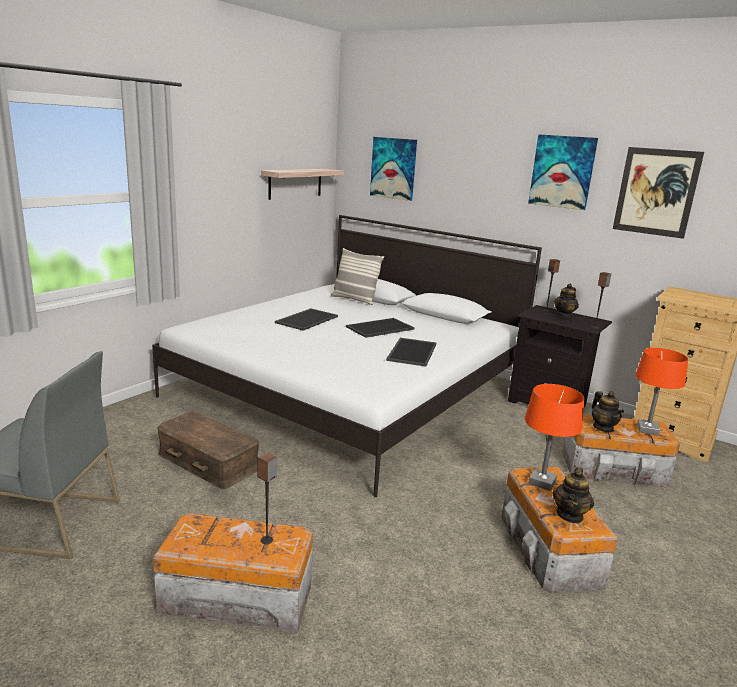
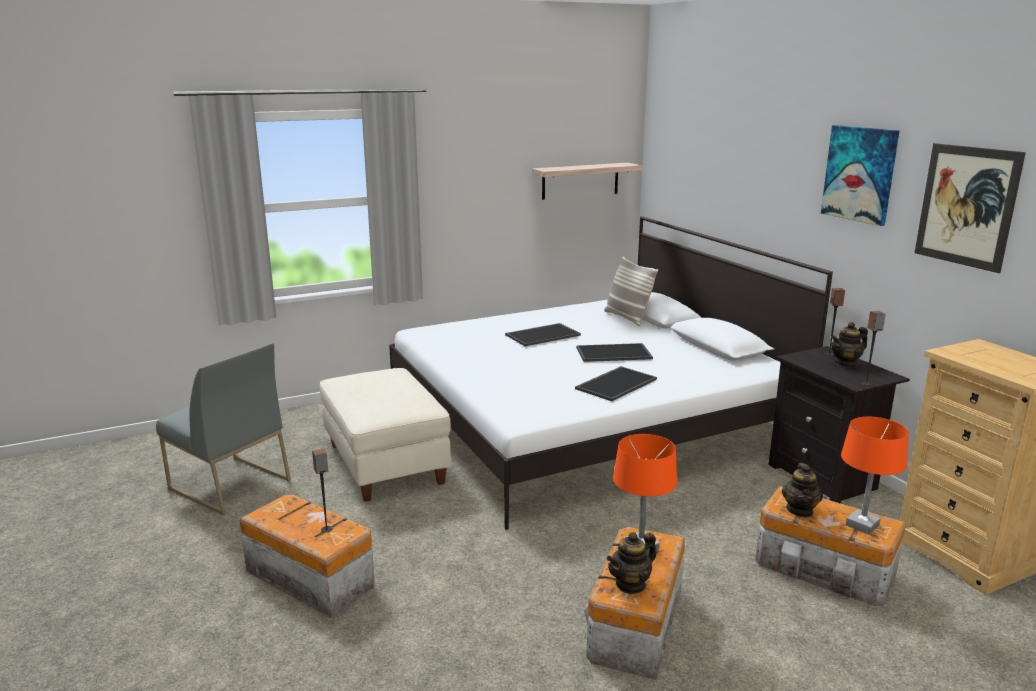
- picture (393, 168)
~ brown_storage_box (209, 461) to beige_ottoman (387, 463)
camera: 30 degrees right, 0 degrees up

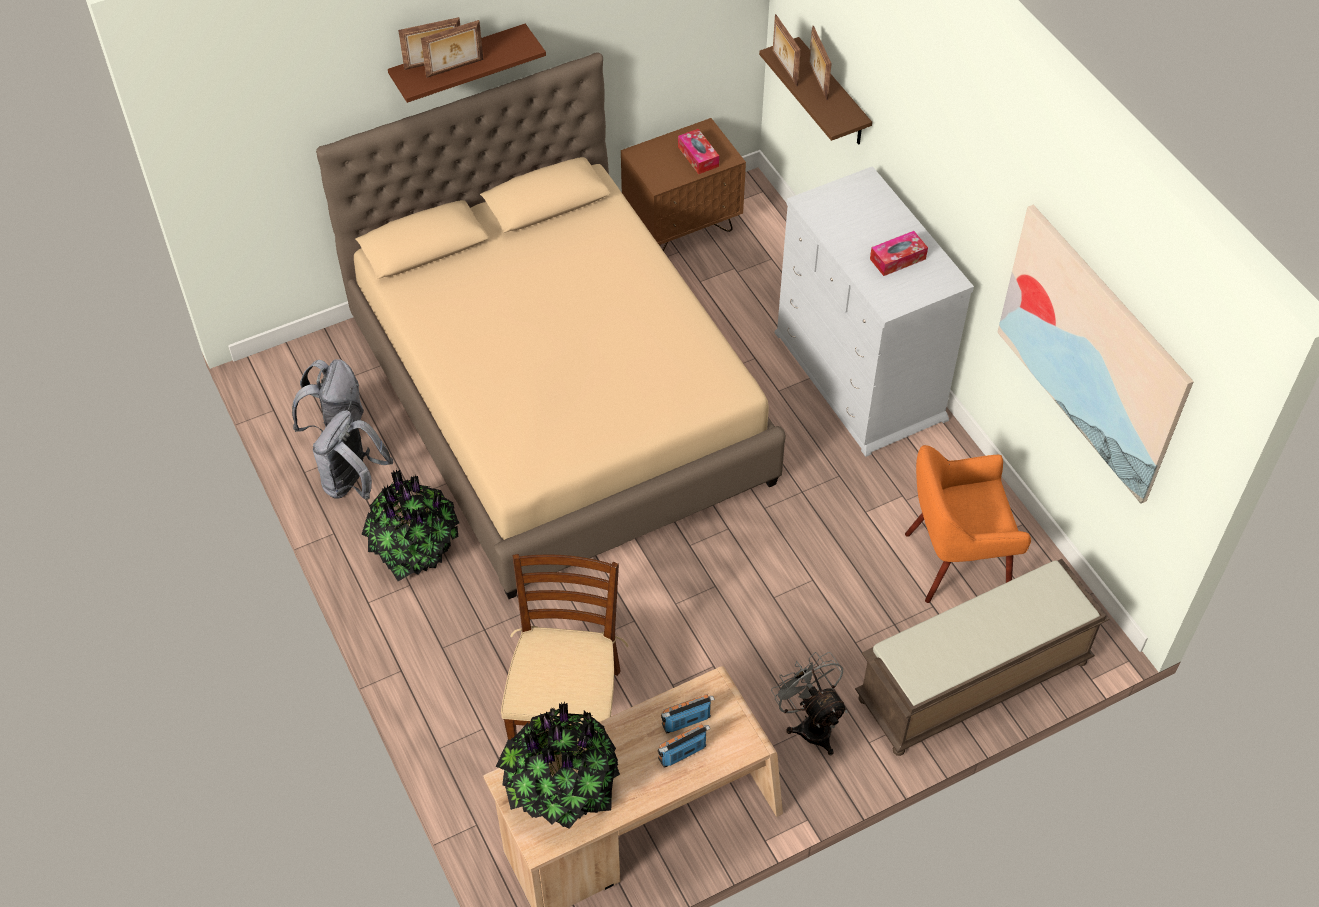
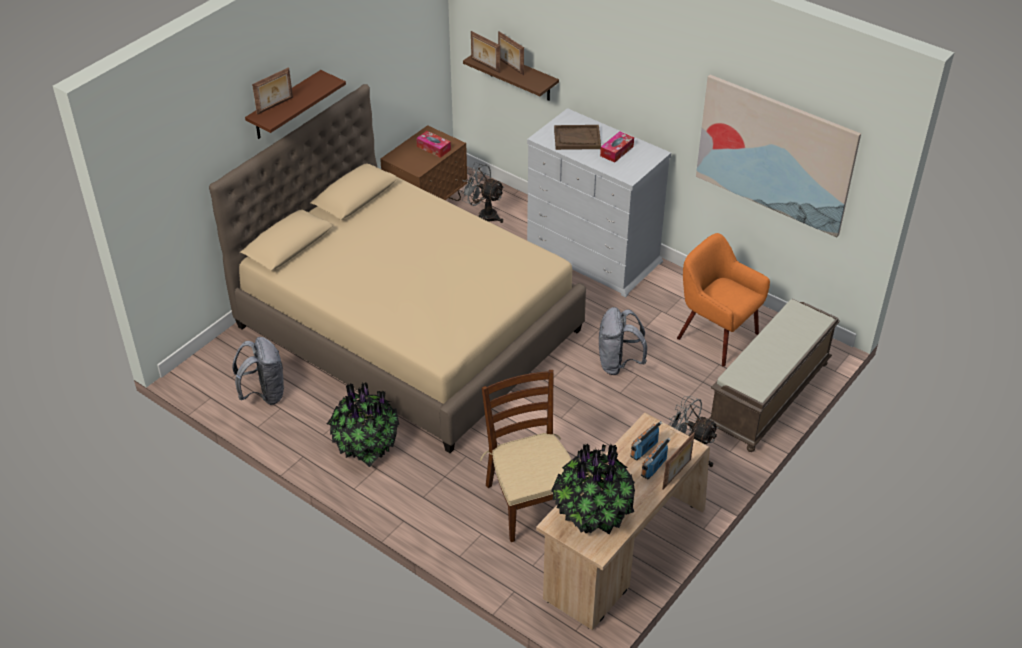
~ picture_frame (455, 69) to (677, 474)
~ grey_backpack (354, 484) to (618, 364)
~ orange_armchair (955, 561) = (716, 335) 75 degrees clockwise
+ brown_tray (577, 139)
+ grey_fan (483, 215)
camera: 25 degrees left, 10 degrees down

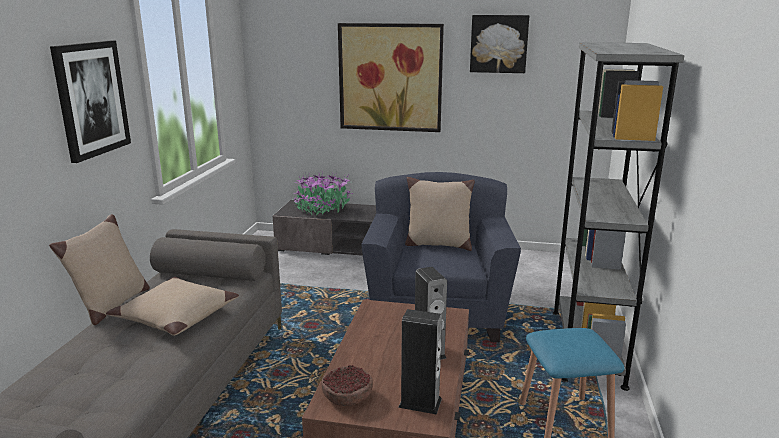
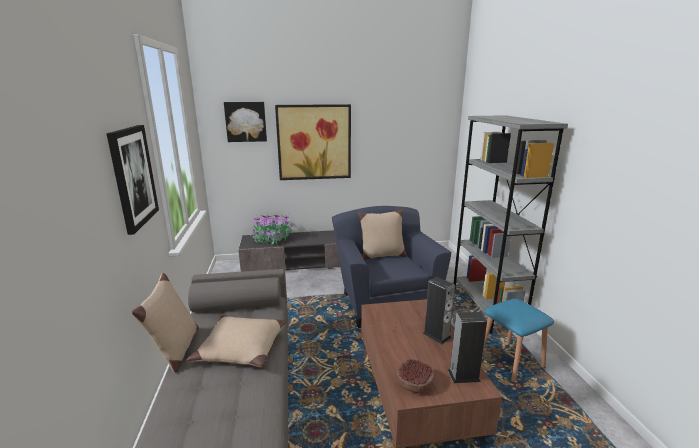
~ picture (499, 44) to (246, 121)
camera: 20 degrees left, 0 degrees up

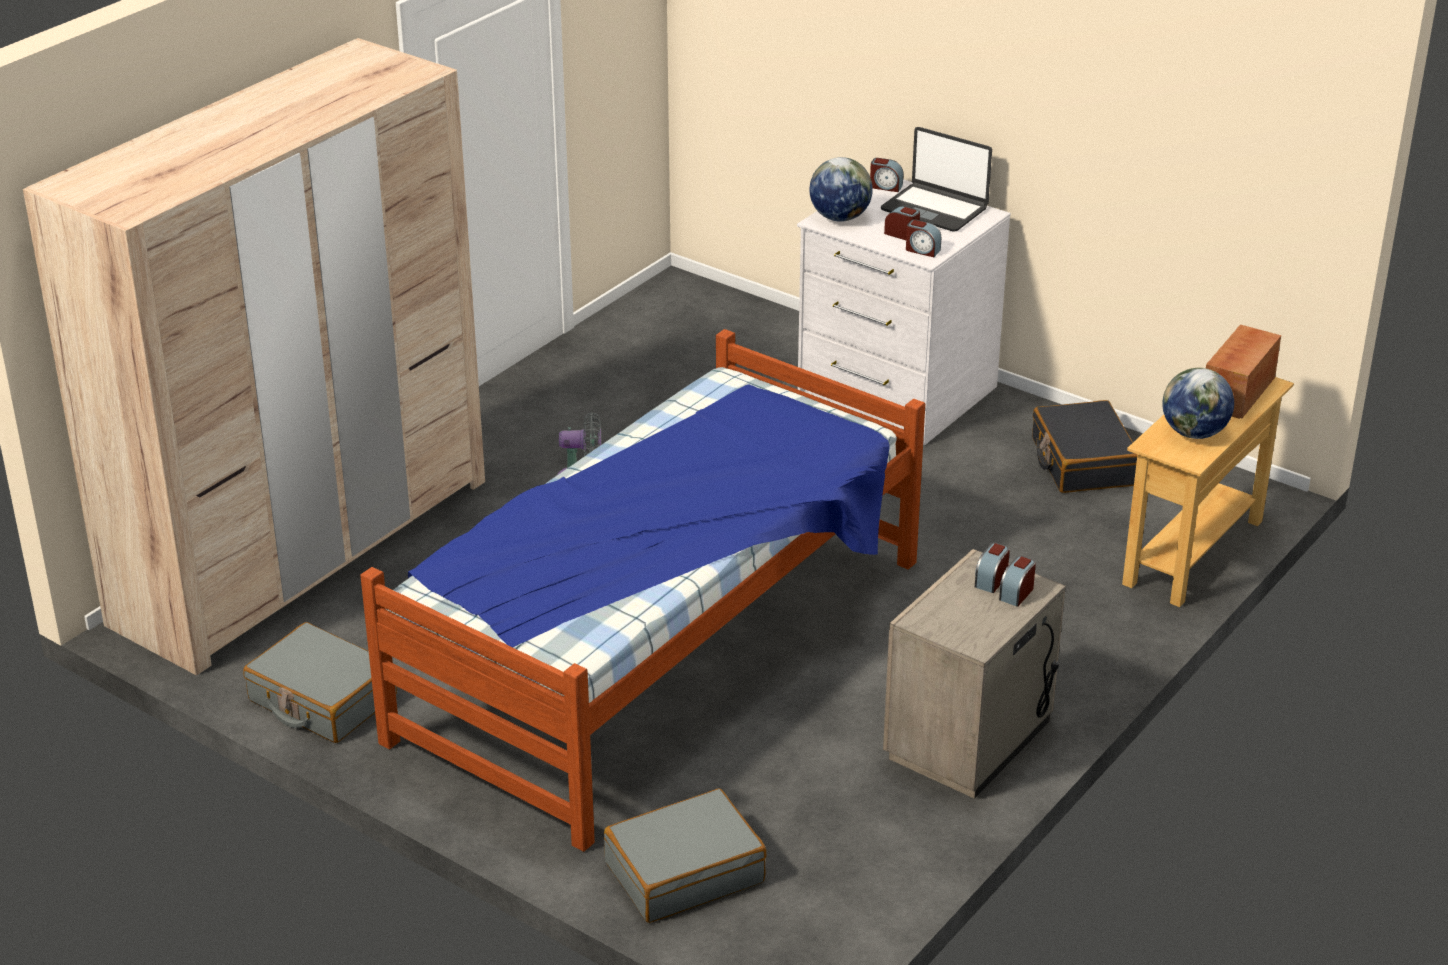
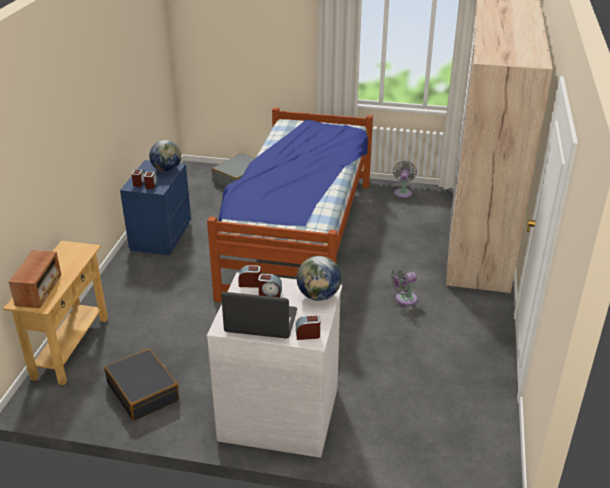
~ globe (1193, 433) to (167, 170)
~ beige_nightstand (970, 740) to blue_nightstand (160, 236)
~ grey_suitcase (322, 699) to grey_fan (403, 192)
camera: 155 degrees right, 0 degrees up

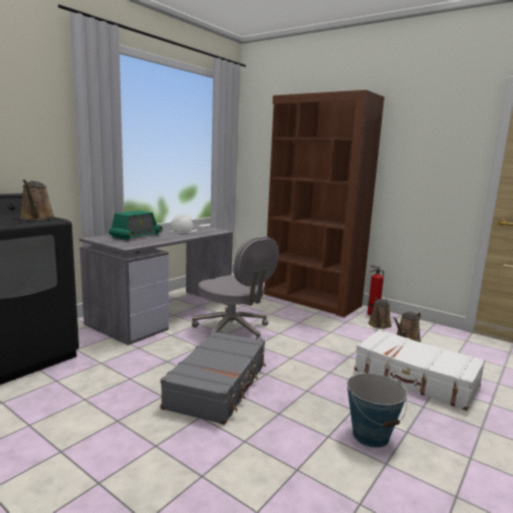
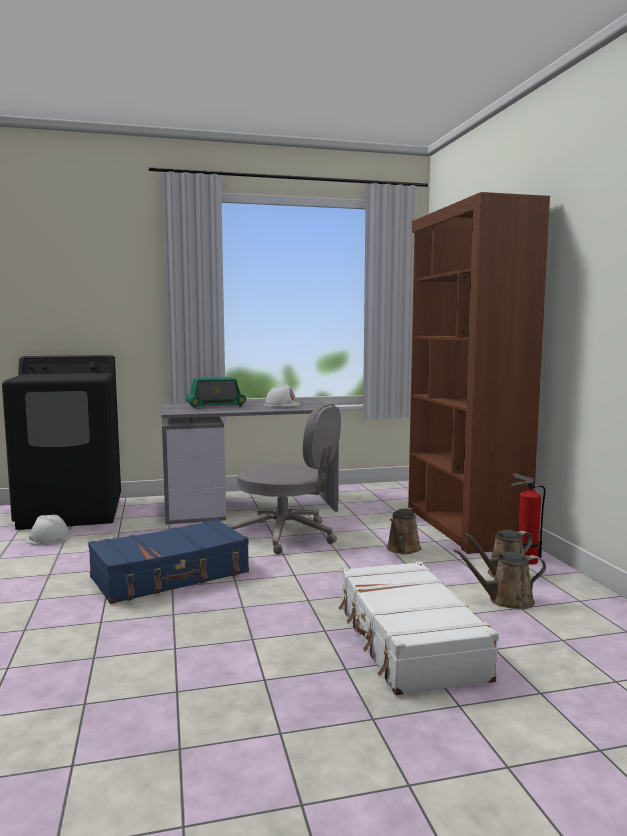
~ brown_watering_can (37, 218) to (402, 549)
~ grey_office_chair (233, 331) = (287, 536) 60 degrees counterclockwise
~ grey_suitcase (218, 385) to blue_suitcase (171, 575)
- bucket (371, 435)
+ white_hard_hat (48, 538)
camera: 40 degrees right, 5 degrees down

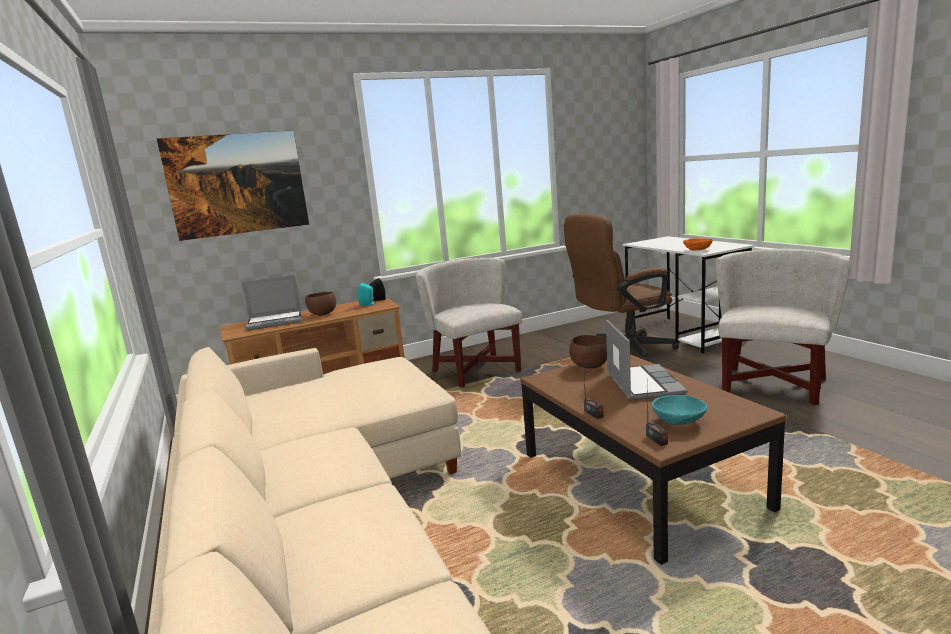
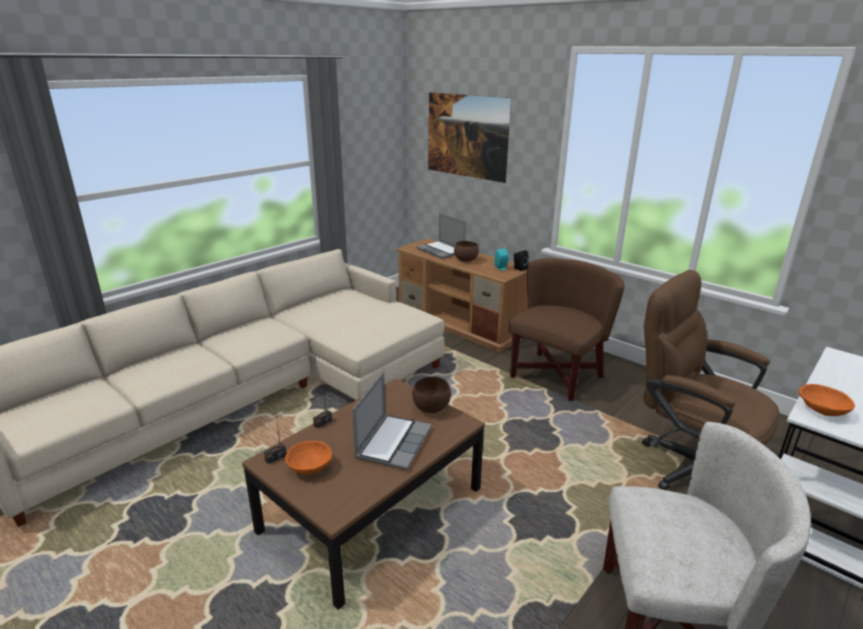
~ white_armchair (477, 370) to brown_armchair (555, 376)
~ laptop (642, 384) = (393, 442) 45 degrees counterclockwise
~ turquoise_bowl (679, 422) to orange_bowl (309, 468)
camera: 65 degrees right, 10 degrees up

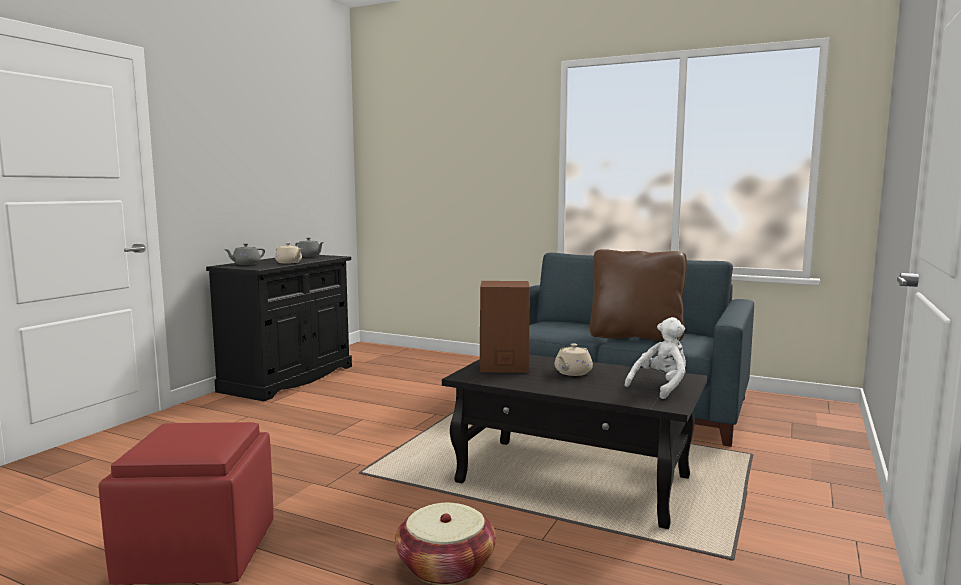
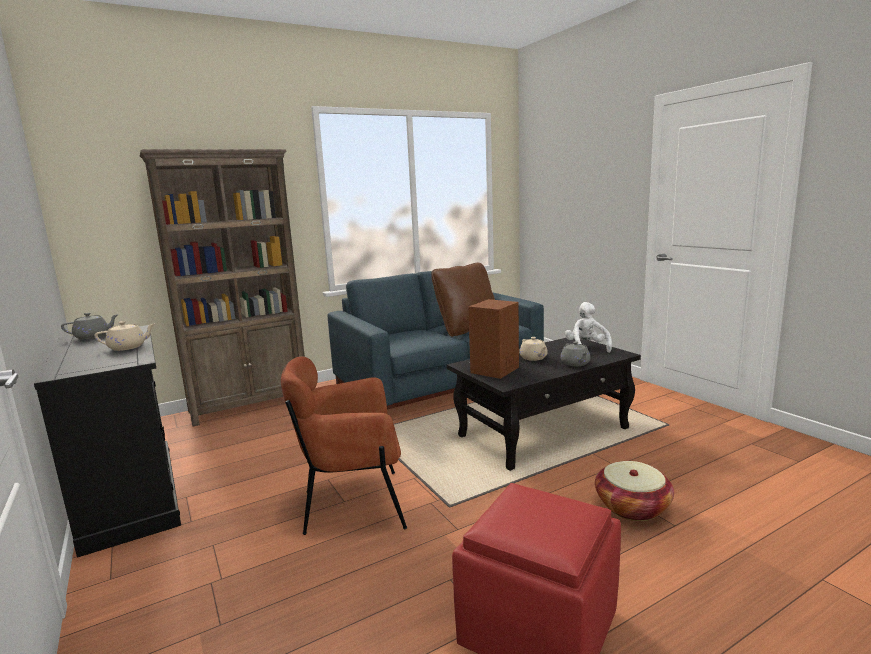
~ grey_teapot (245, 264) to (575, 364)
+ brown_bookcase (250, 405)
+ brown_armchair (353, 505)
camera: 55 degrees left, 5 degrees up

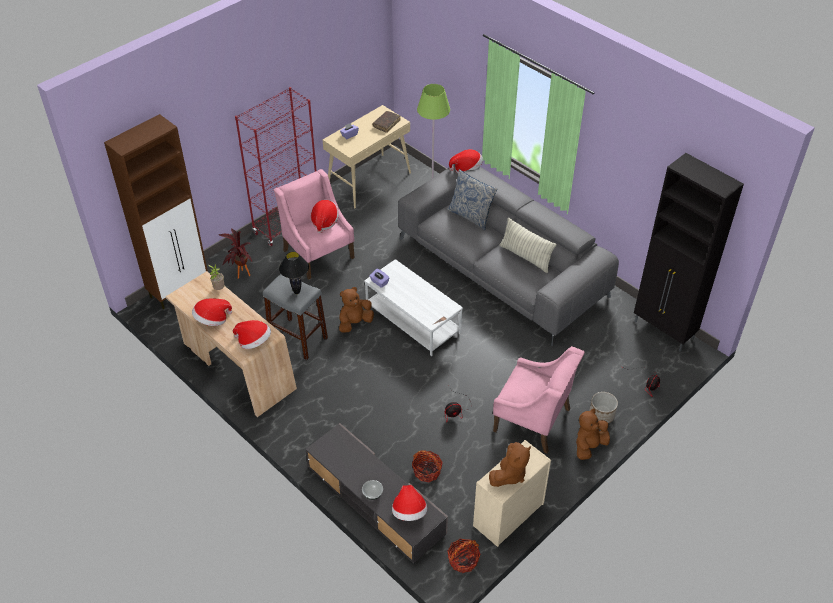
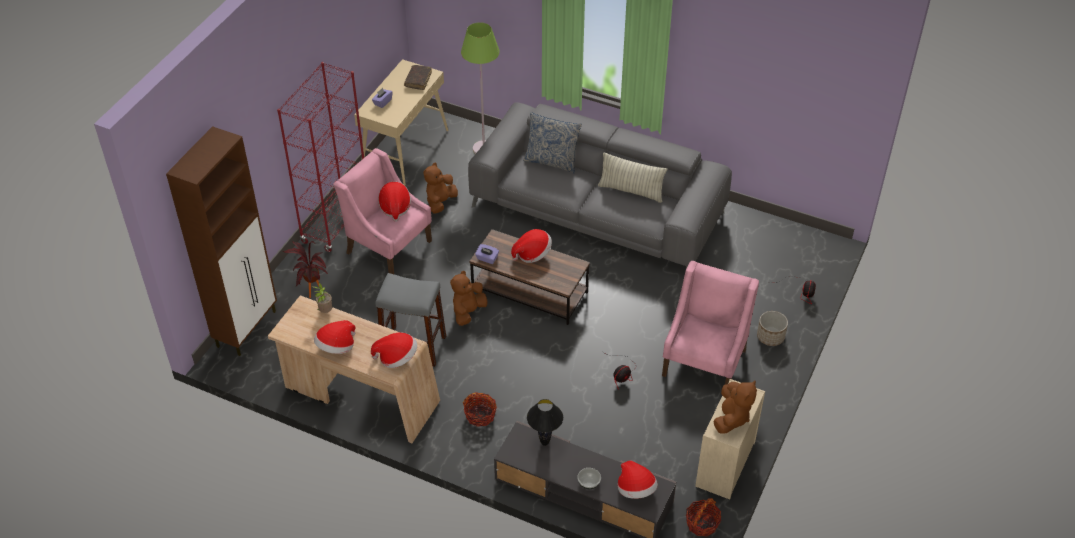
~ hat (466, 169) to (532, 254)
- black_cabinet (664, 331)
~ black_table_lamp (297, 292) to (545, 443)
~ white_coffee_table (413, 319) to brown_coffee_table (530, 291)
~ pink_armchair (533, 420) = (705, 362) 75 degrees counterclockwise
~ brown_plush_toy (589, 446) to (440, 202)
~ basket (427, 471) to (480, 415)
camera: 20 degrees left, 0 degrees up

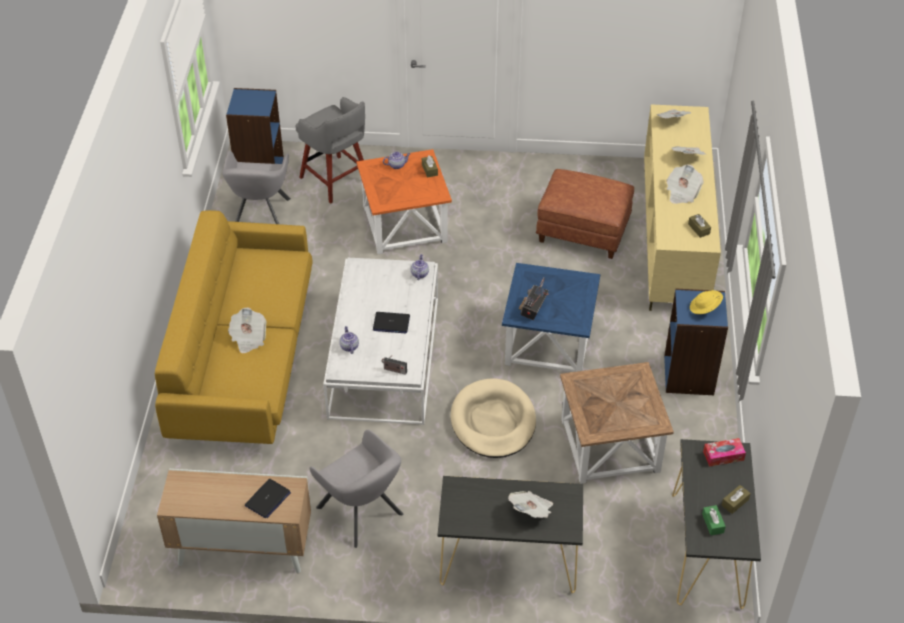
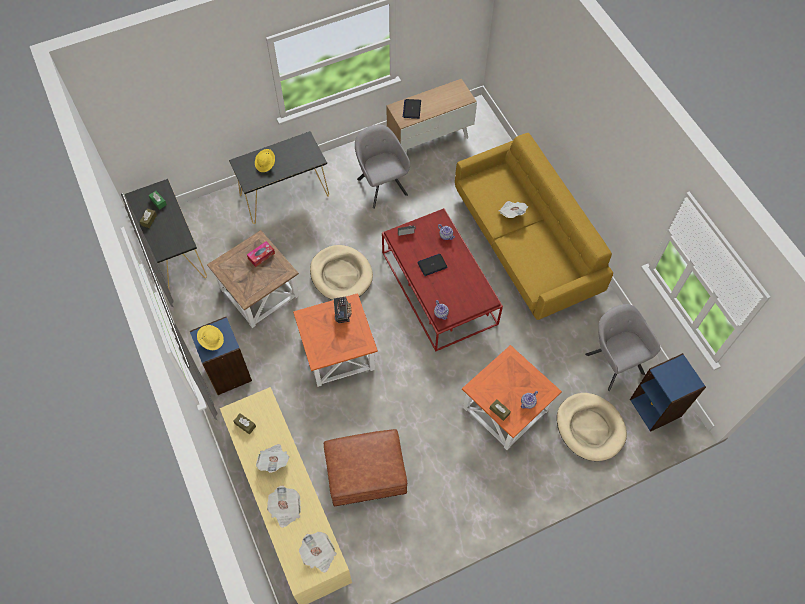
~ grey_stool (336, 181) to beige_dog_bed (590, 428)
~ white_coffee_table (384, 356) to red_coffee_table (439, 288)
~ blue_side_table (549, 343) to orange_side_table (337, 352)
~ grey_armchair (362, 513) = (381, 185) 45 degrees clockwise
~ tissue_box (723, 456) to (261, 256)
~ newspaper (531, 511) to yellow_hat (265, 164)
camera: 150 degrees right, 15 degrees up

